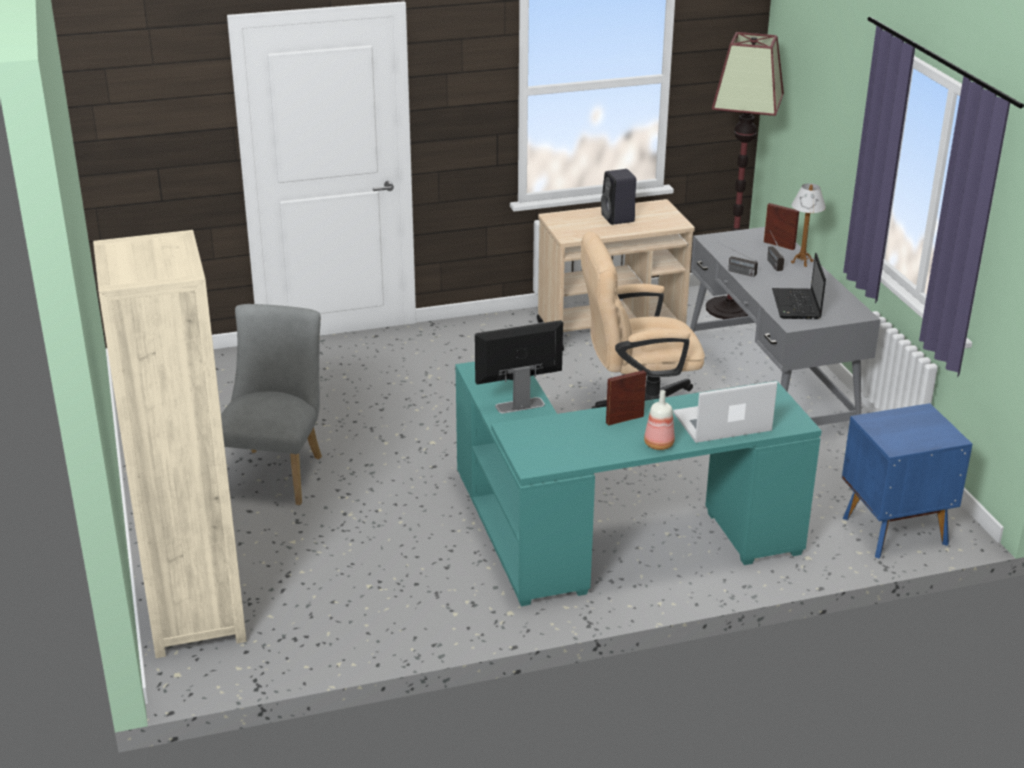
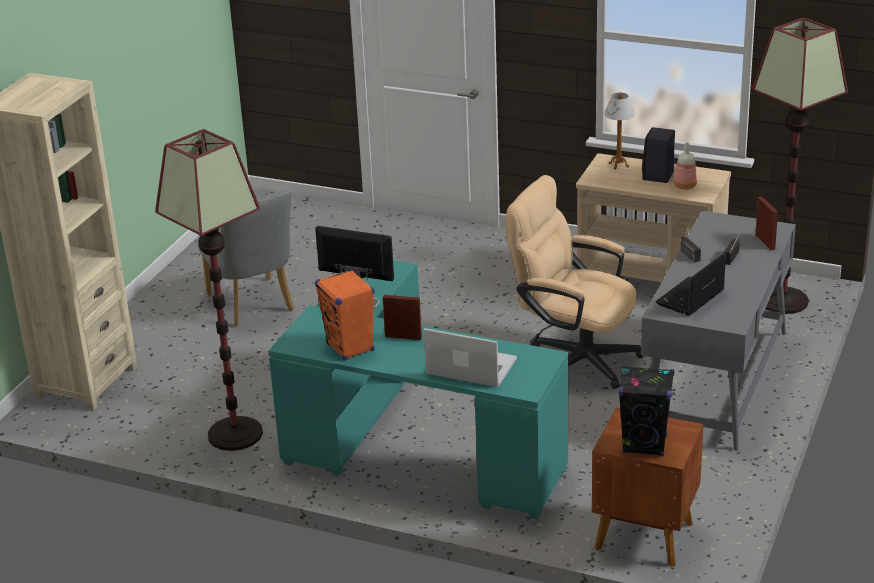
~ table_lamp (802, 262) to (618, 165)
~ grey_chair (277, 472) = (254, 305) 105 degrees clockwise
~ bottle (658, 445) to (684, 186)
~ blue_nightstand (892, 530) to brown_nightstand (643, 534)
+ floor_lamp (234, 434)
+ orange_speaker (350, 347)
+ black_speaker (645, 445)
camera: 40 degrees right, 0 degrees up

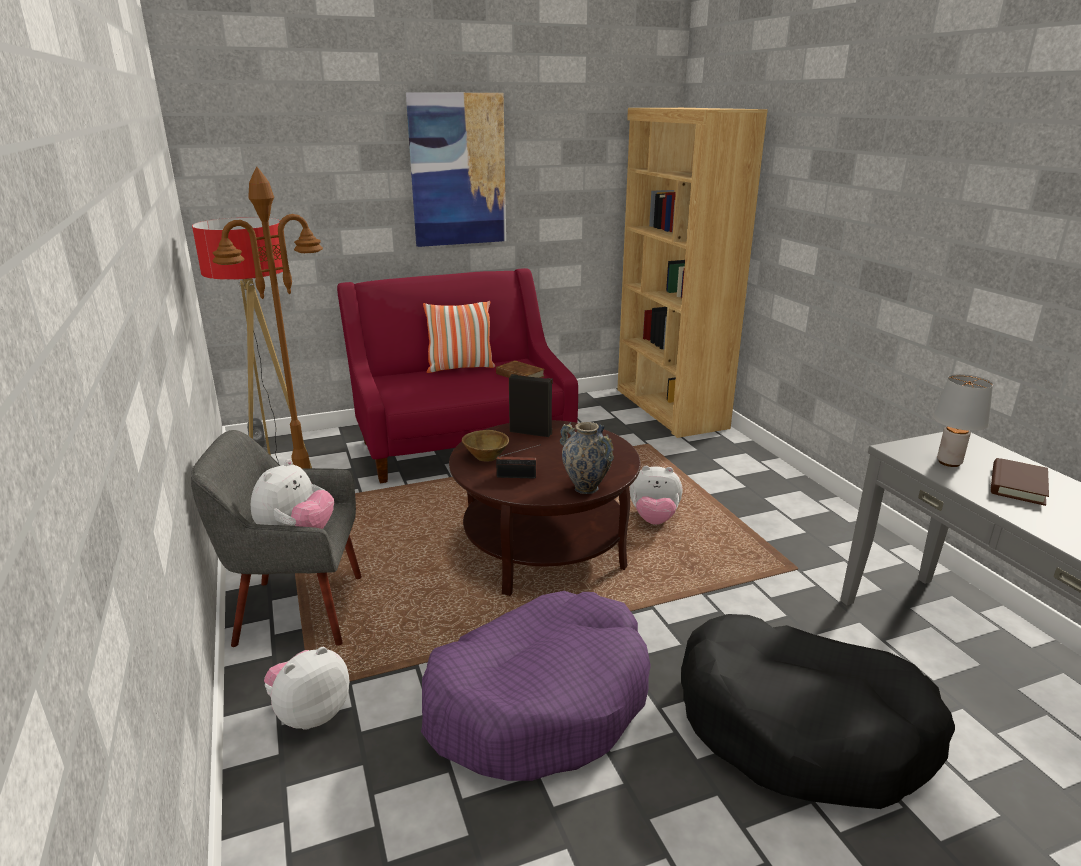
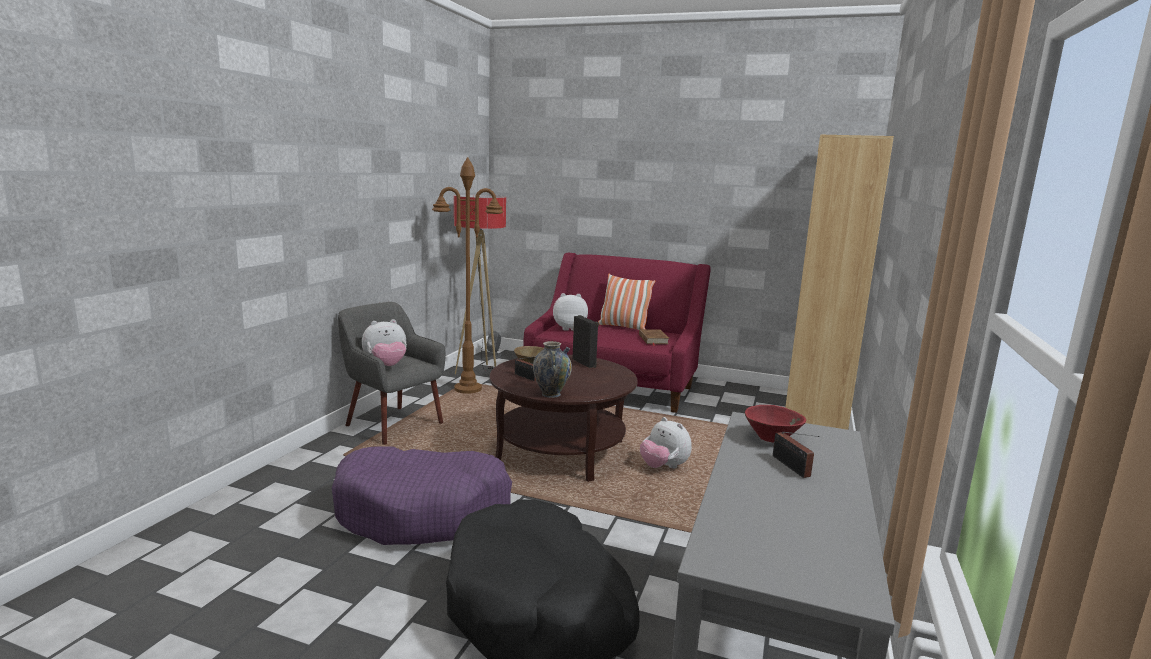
- picture (458, 170)
~ grey_table_lamp (948, 462) to red_bowl (771, 438)
~ brown_book (1017, 485) to radio (792, 467)
~ plush_toy (310, 713) to (569, 328)
camera: 40 degrees right, 10 degrees down

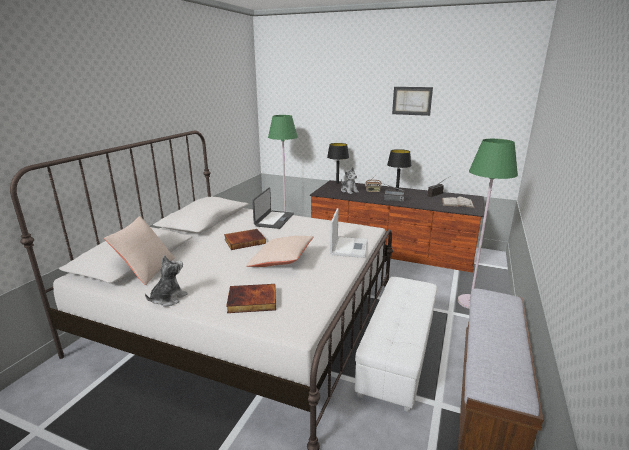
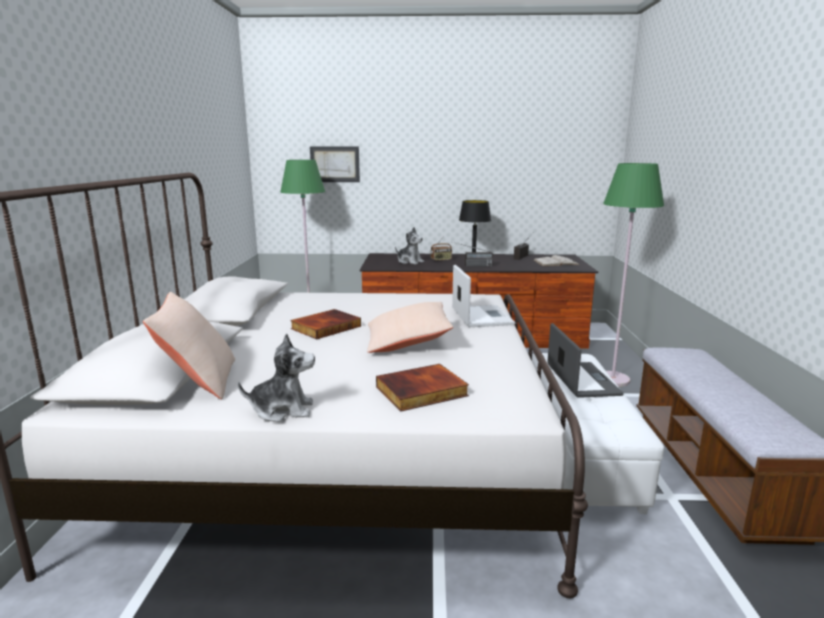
~ picture (412, 101) to (335, 164)
- black_table_lamp (337, 183)
~ laptop (273, 220) to (581, 380)
~ plush_toy (168, 299) = (283, 410) 75 degrees clockwise
camera: 20 degrees left, 5 degrees down

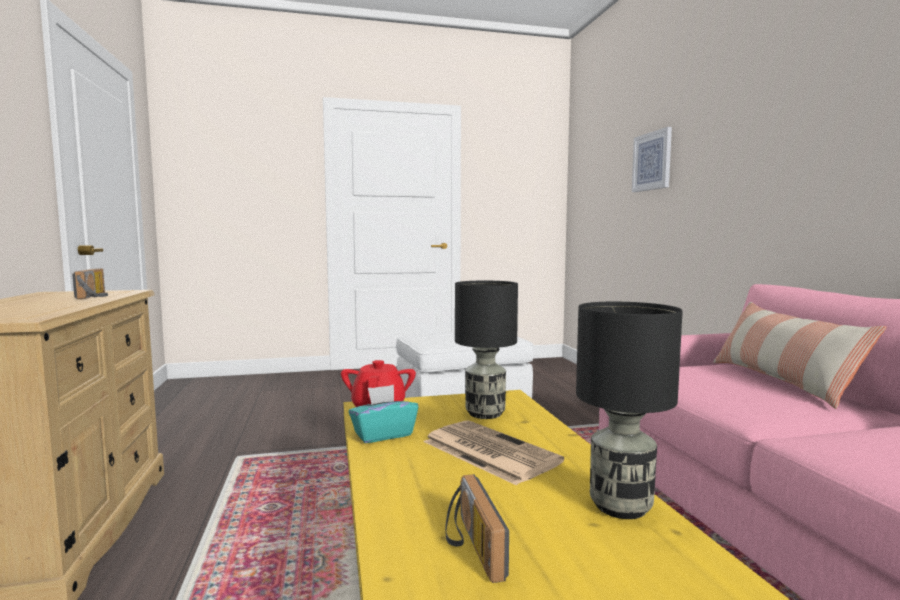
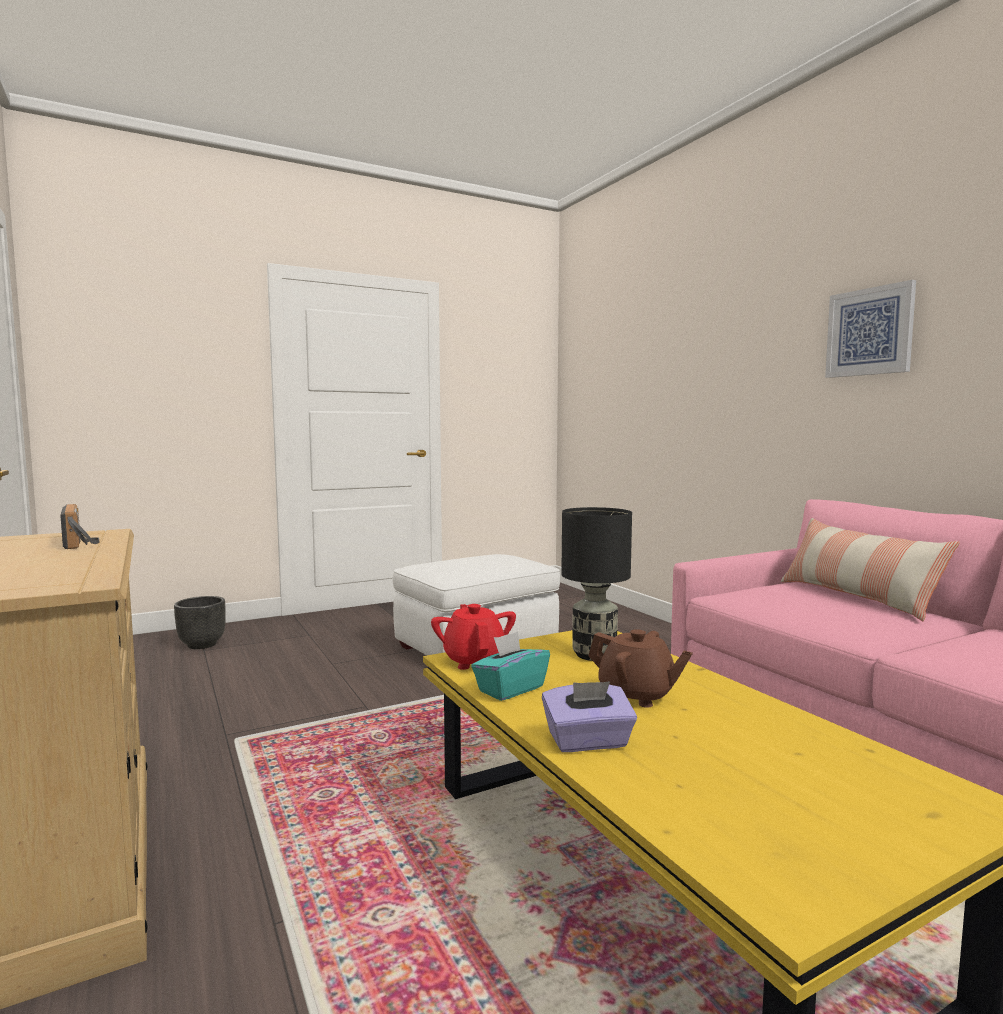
~ picture (652, 161) to (869, 332)
- black_table_lamp (621, 506)
~ newspaper (487, 451) to brown_teapot (637, 695)
- radio (470, 546)
+ black_planter (202, 645)
+ purple_tissue_box (588, 742)
camera: 15 degrees left, 0 degrees up

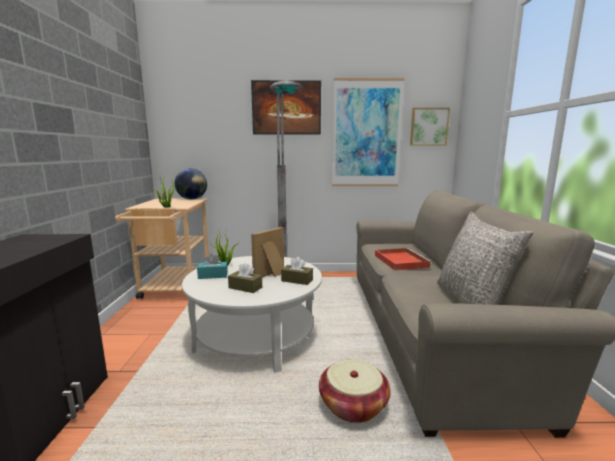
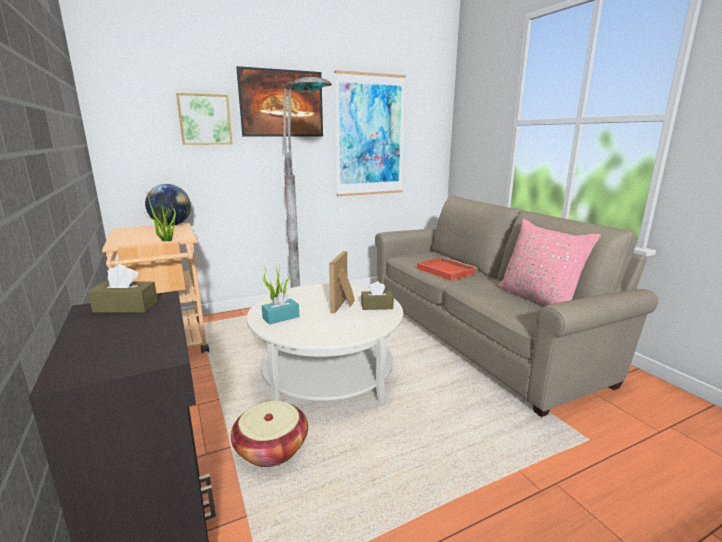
~ picture (428, 126) to (205, 119)
~ grey_pillow (471, 302) to pink_pillow (538, 298)
~ brown_tissue_box (245, 287) to (126, 307)
~ basket (353, 405) to (271, 448)
camera: 25 degrees left, 5 degrees up

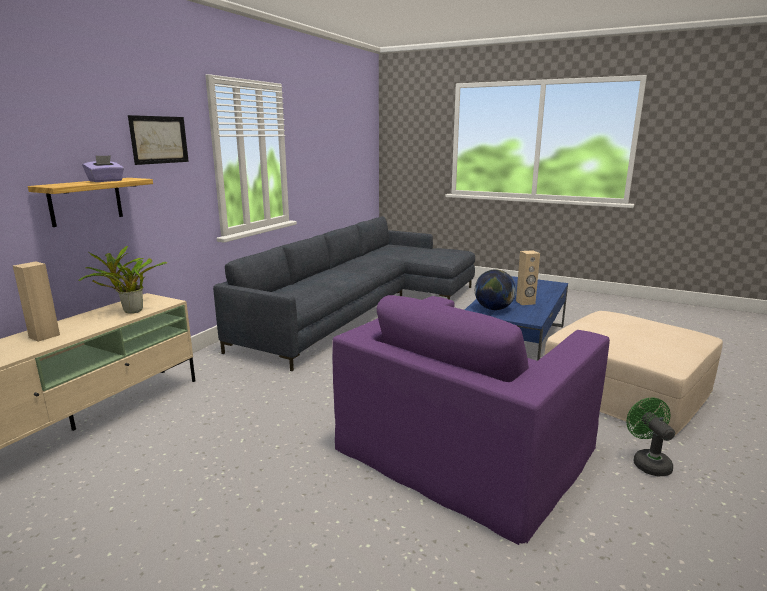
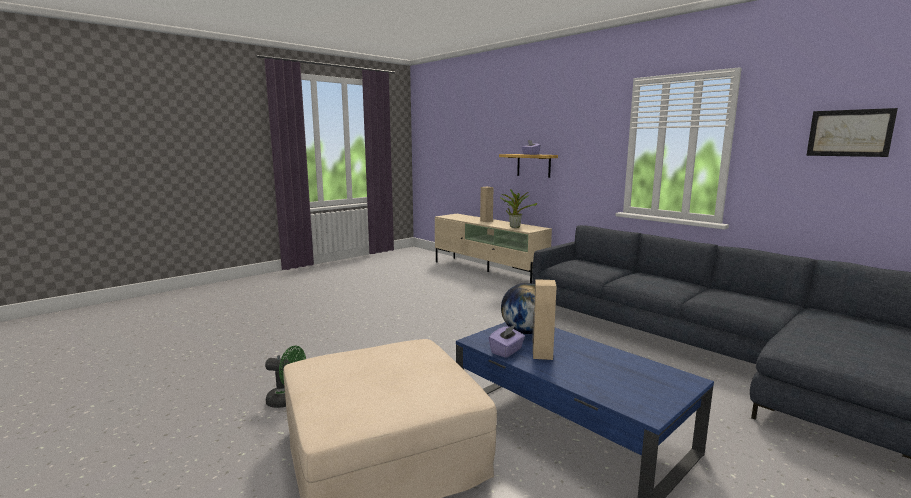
~ picture (159, 140) to (849, 133)
- purple_armchair (465, 446)
+ purple_tissue_box (507, 351)
camera: 110 degrees right, 5 degrees down

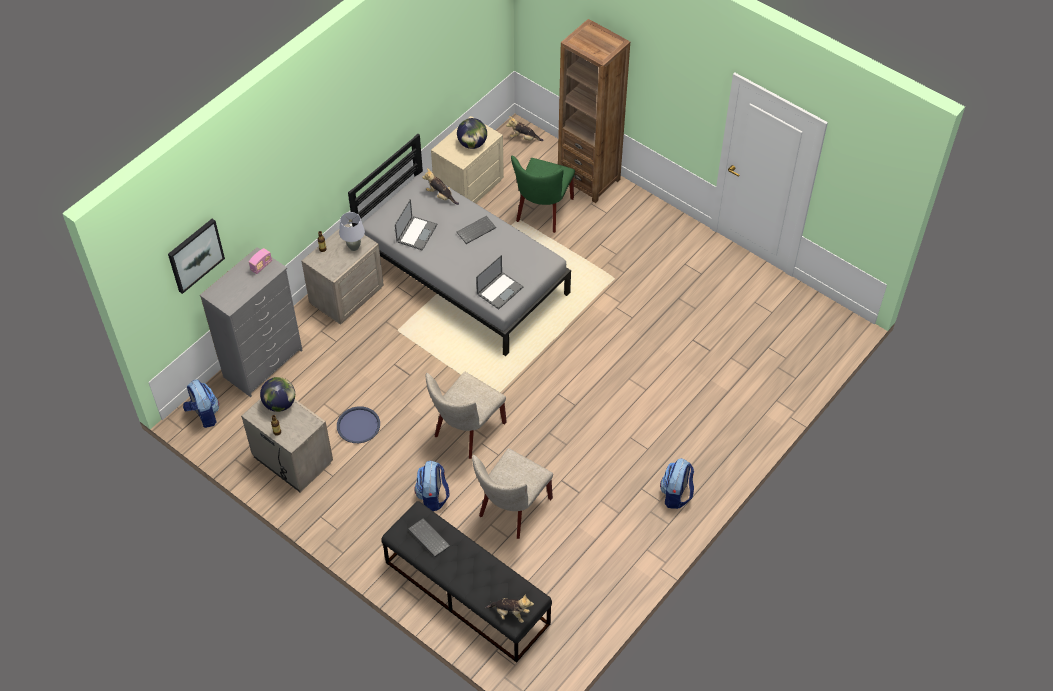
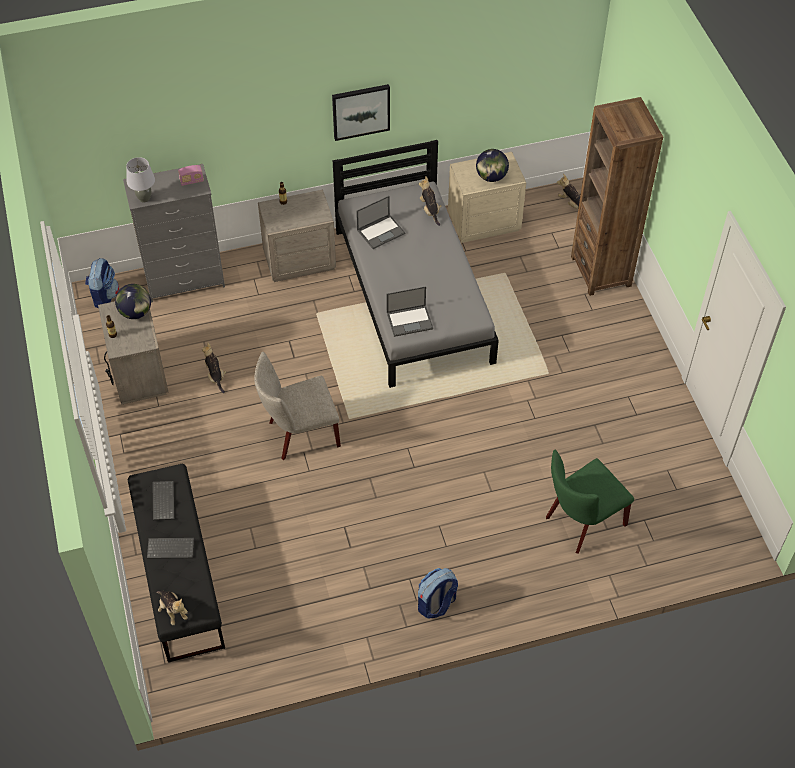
~ green_chair (542, 212) to (581, 523)
~ grey_table_lamp (354, 247) to (144, 198)
~ keyboard (476, 230) to (171, 548)
~ picture (195, 255) to (361, 111)
~ blue_tray (358, 425) to plush_toy (215, 376)
- beige_chair (512, 510)
- backpack (433, 497)
camera: 35 degrees right, 0 degrees up

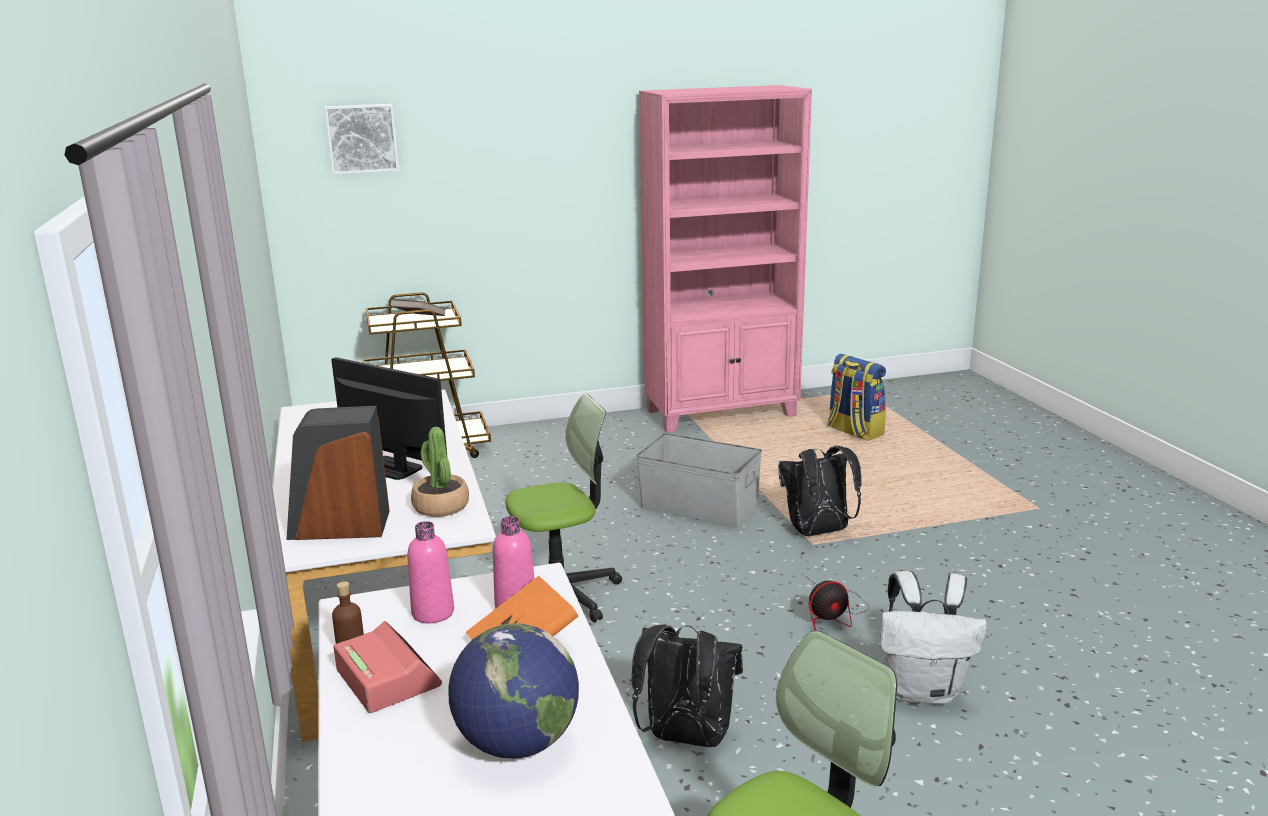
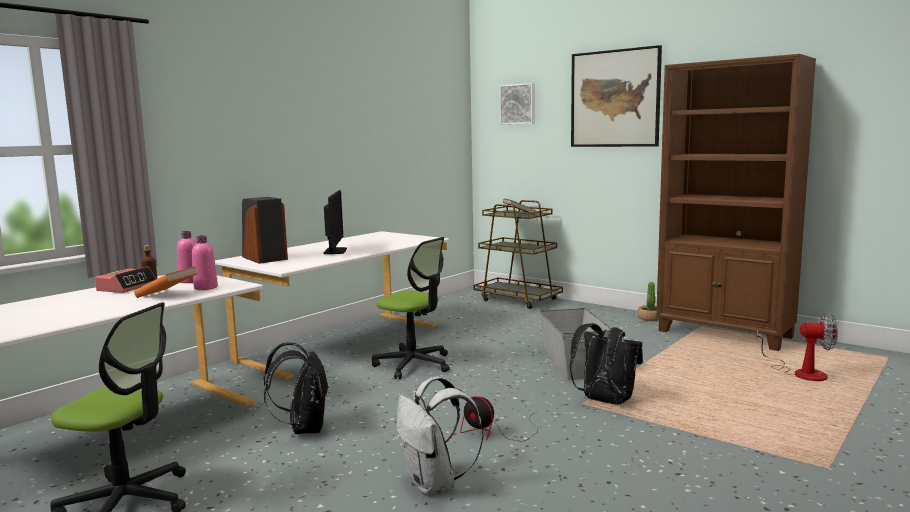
~ pink_bookcase (722, 413) to brown_bookcase (725, 334)
~ backpack (854, 432) to fan (801, 373)
~ potted_plant (440, 506) to (649, 318)
- globe (517, 743)
+ picture (615, 99)
camera: 55 degrees right, 10 degrees down

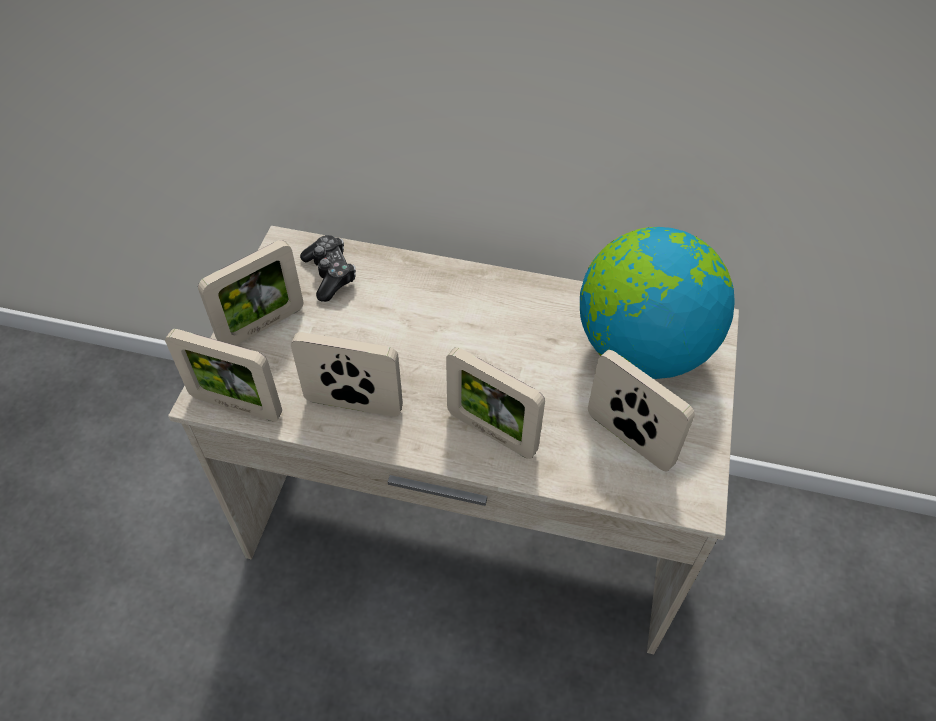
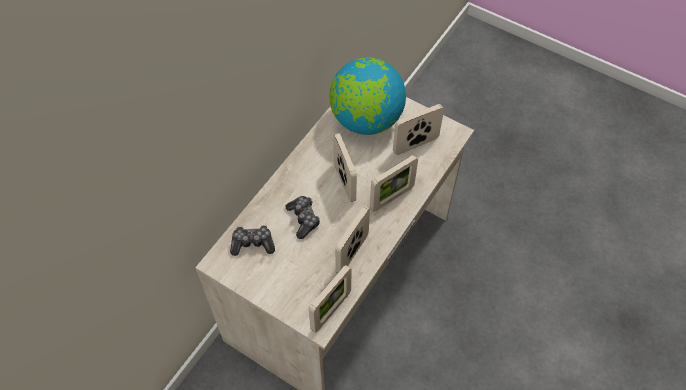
~ picture_frame (262, 326) to (344, 182)
+ game_controller (303, 219)
camera: 70 degrees left, 5 degrees up

